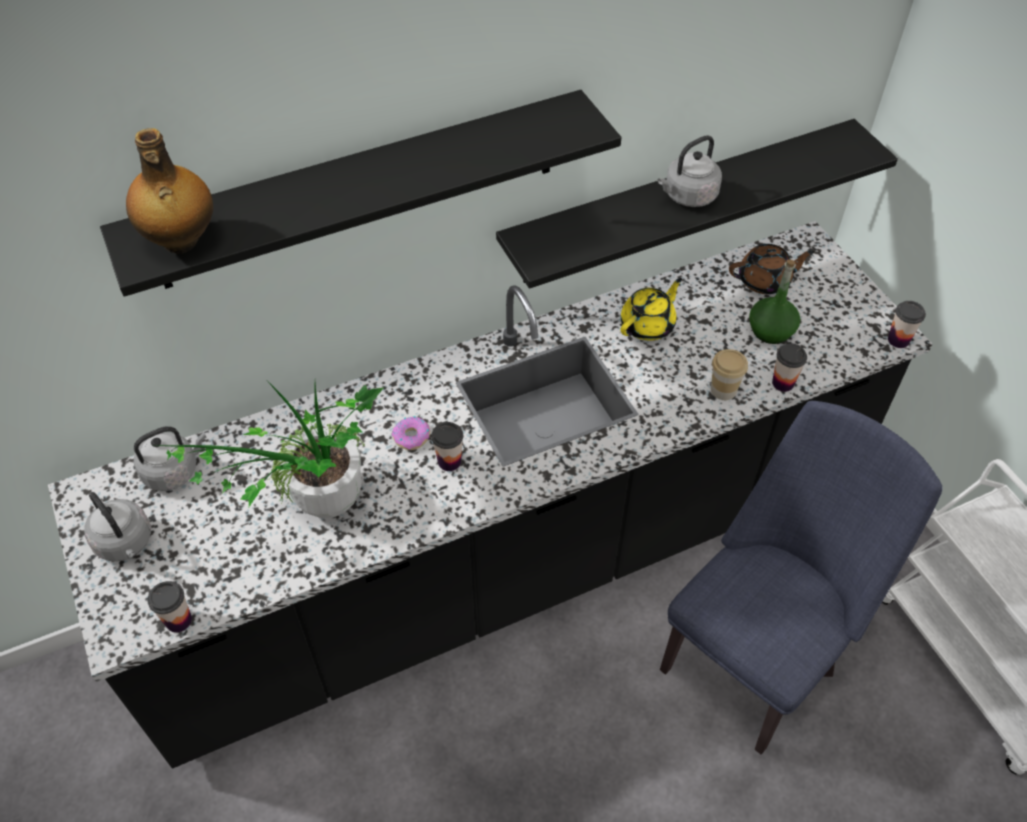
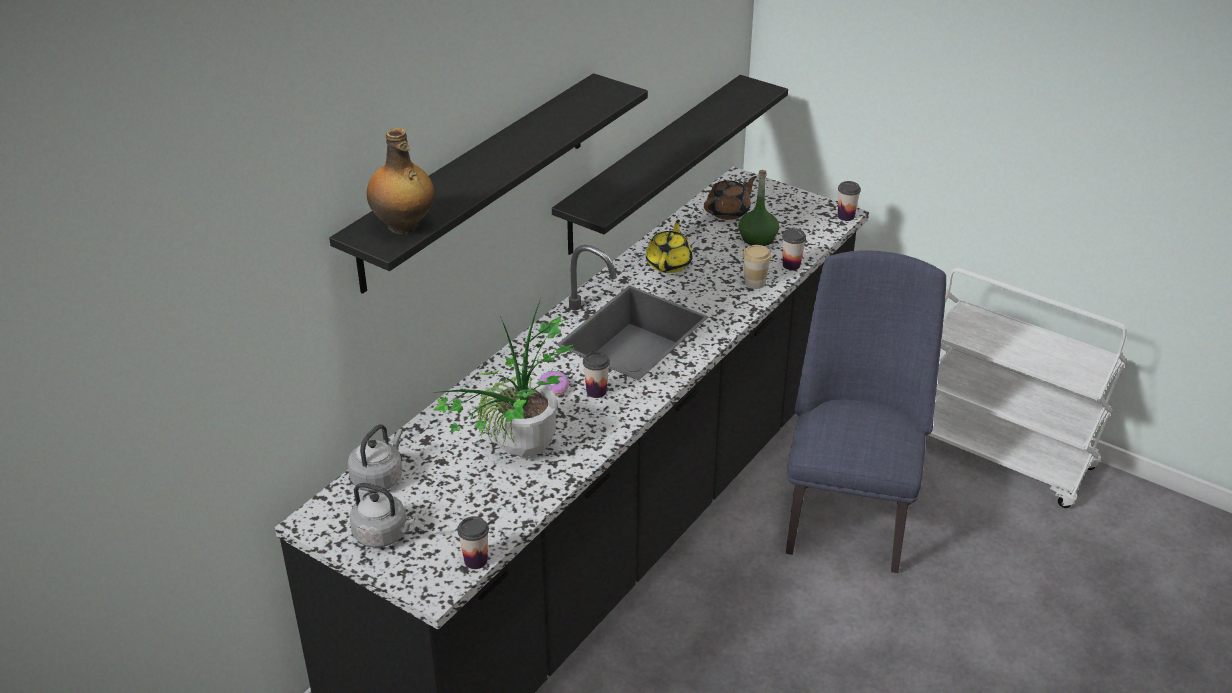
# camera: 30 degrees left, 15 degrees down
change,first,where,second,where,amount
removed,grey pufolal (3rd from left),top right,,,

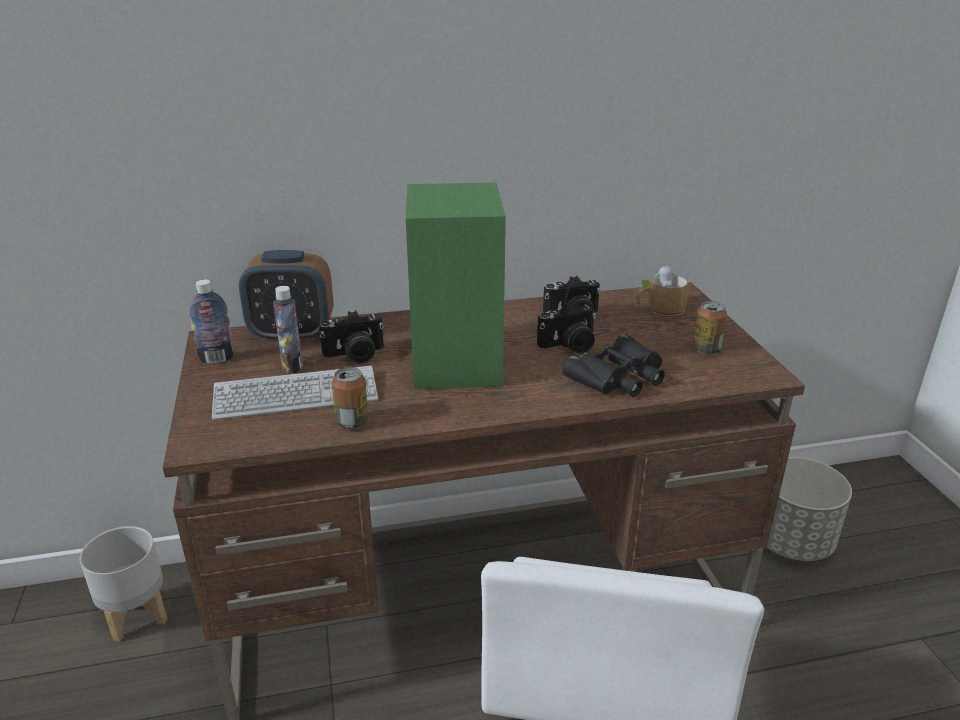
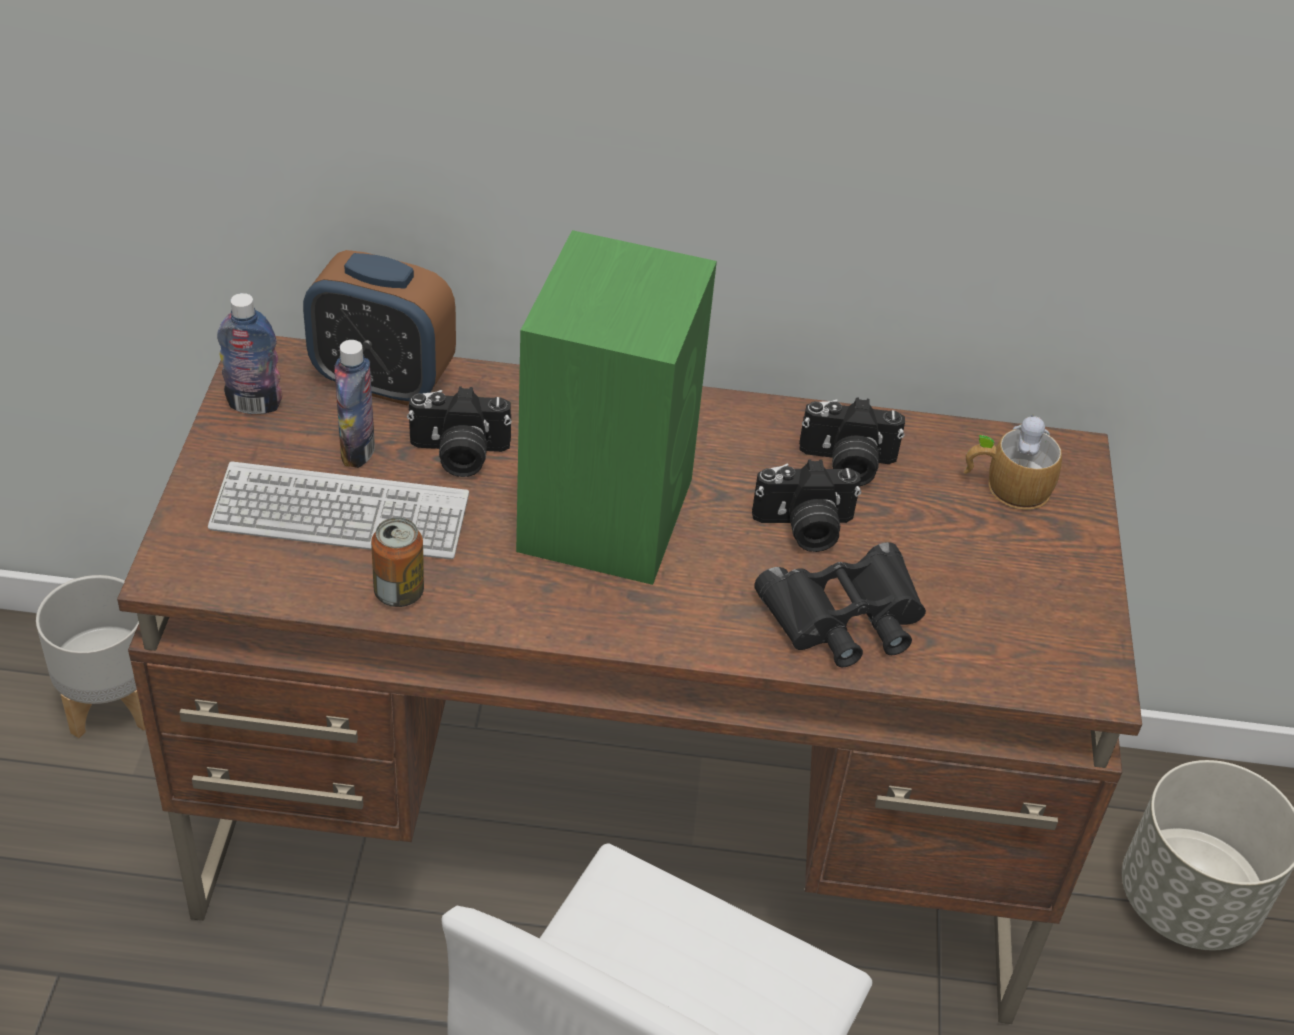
# camera: 15 degrees right, 15 degrees up
change,first,where,second,where,amount
removed,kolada (2nd from left),middle right,,,

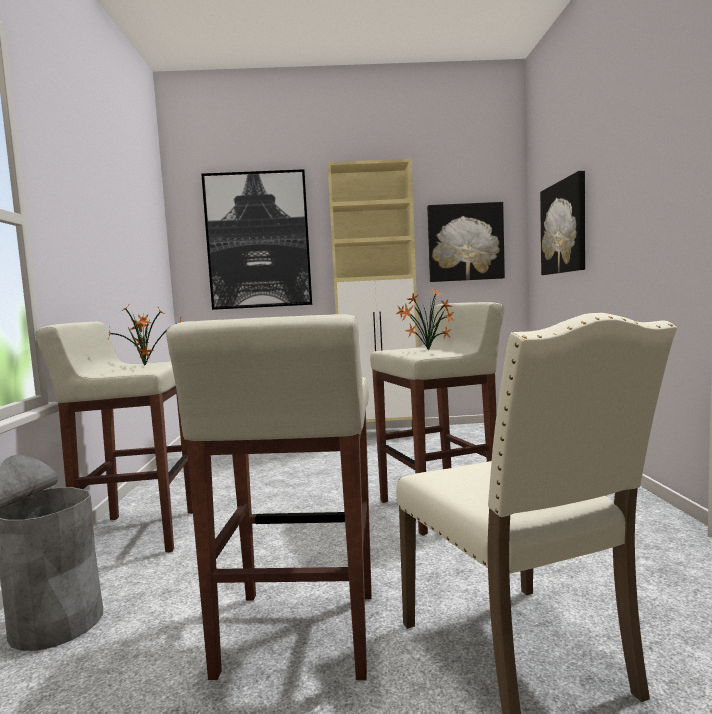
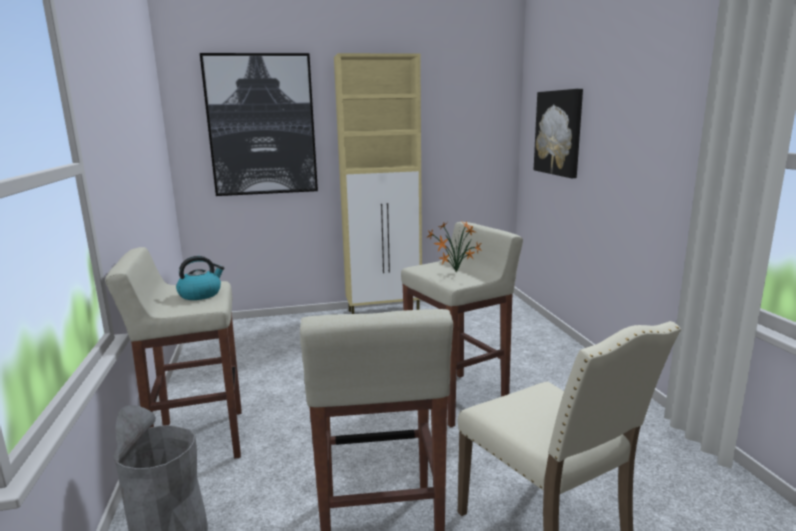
# camera: 10 degrees left, 10 degrees up
change,first,where,second,where,amount
removed,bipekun (2nd from left),centre,,,
replaced,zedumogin (1st from left),middle left,pufolal,middle left,

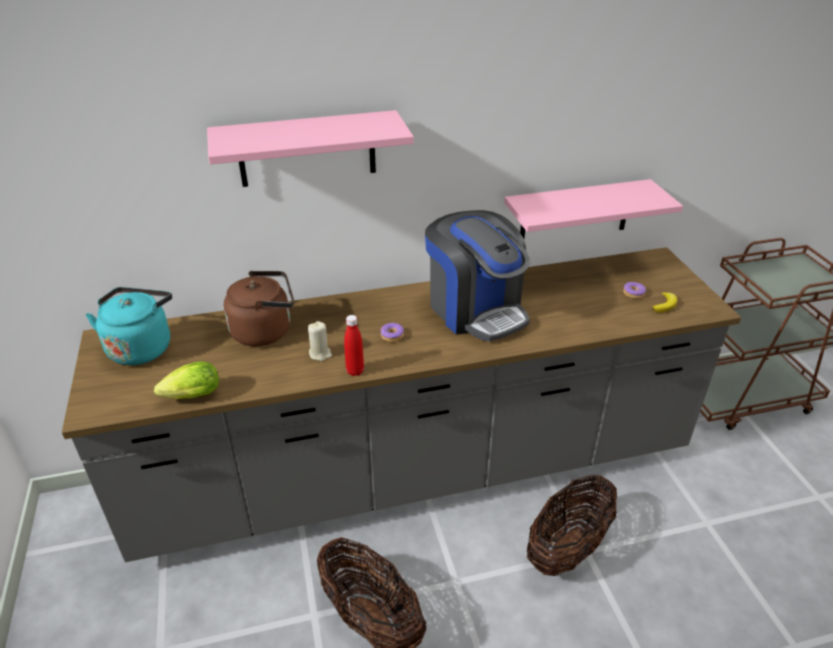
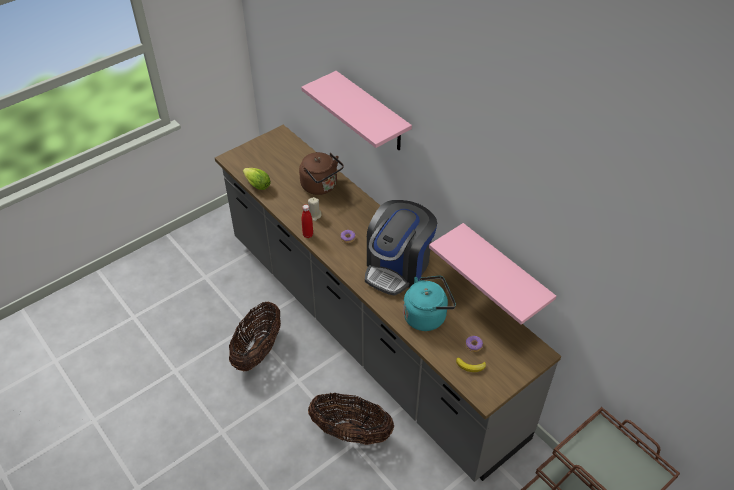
# camera: 65 degrees right, 10 degrees up
change,first,where,second,where,amount
moved,turquoise pufolal,middle left,,centre,

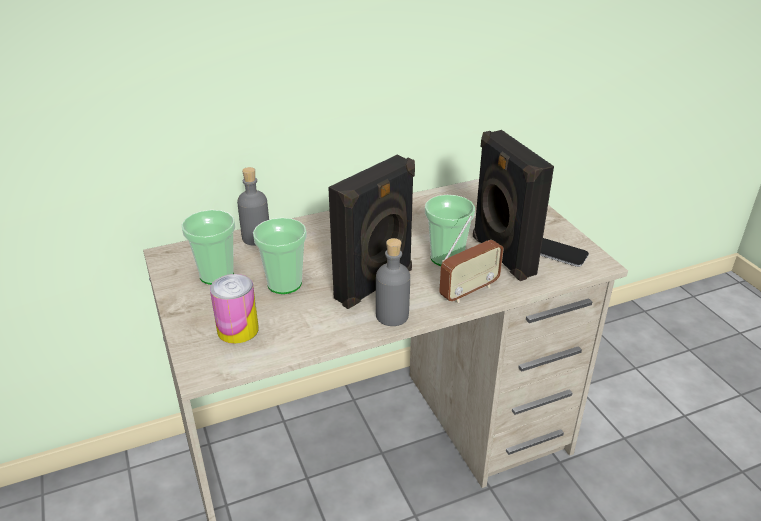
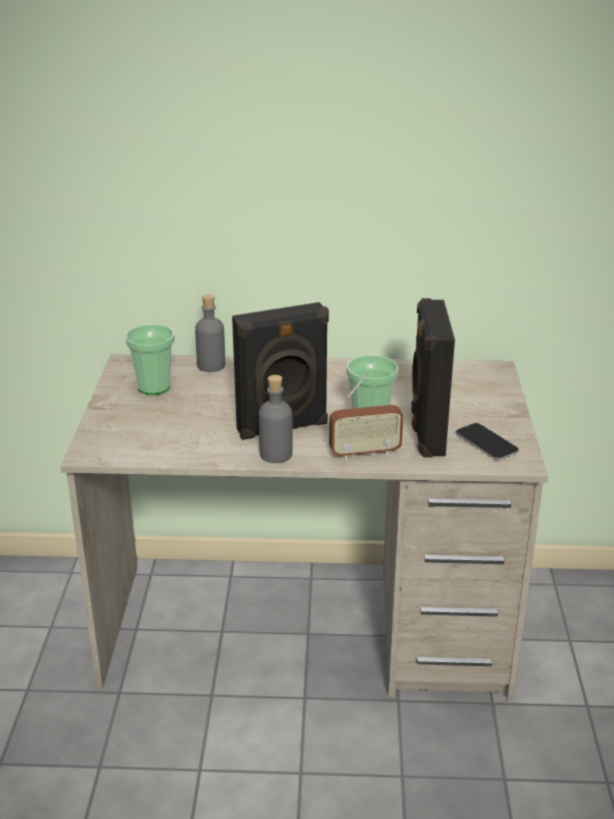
# camera: 25 degrees right, 5 degrees down
change,first,where,second,where,amount
removed,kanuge (2nd from left),centre,,,
removed,kolada,middle left,,,

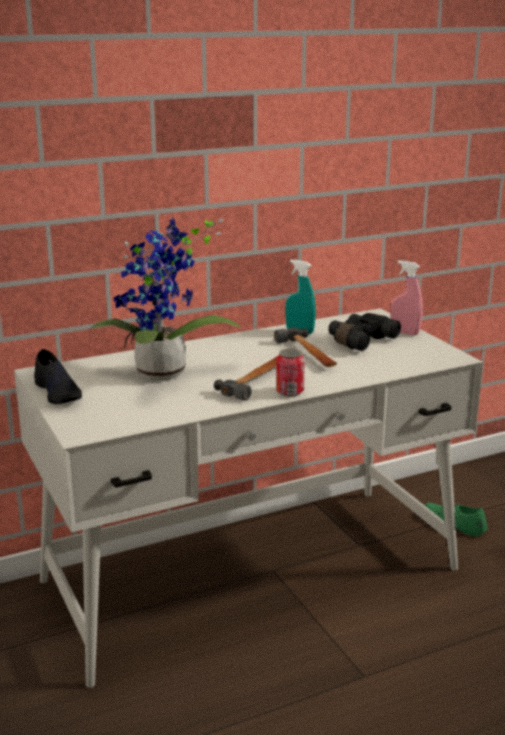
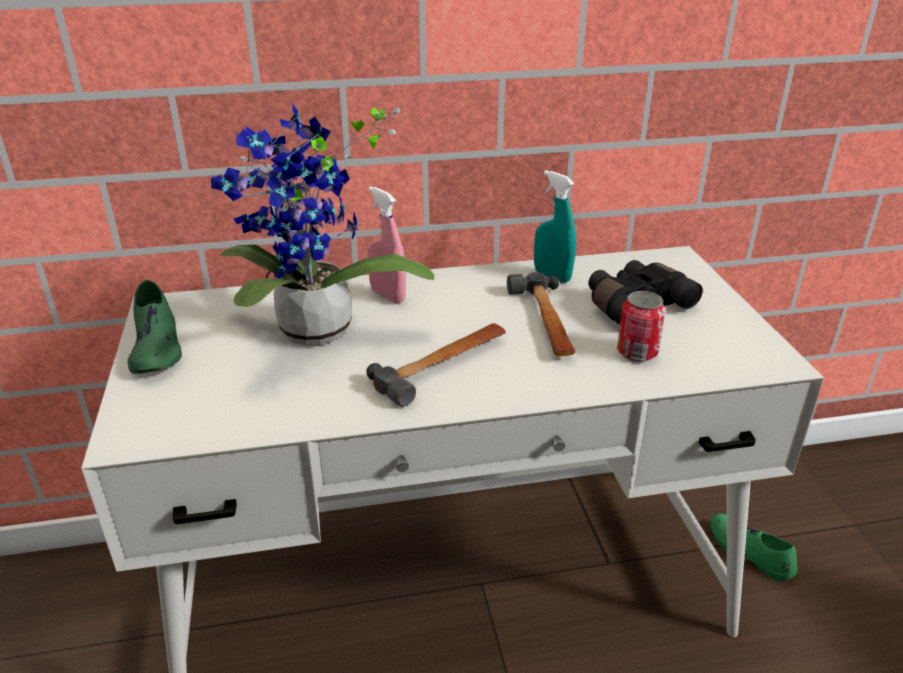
# camera: 15 degrees right, 10 degrees up
change,first,where,second,where,amount
moved,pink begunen,middle right,,centre,
moved,kolada,centre,,middle right,
recoloured,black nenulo,middle left,green nenulo (1st from left),middle left,

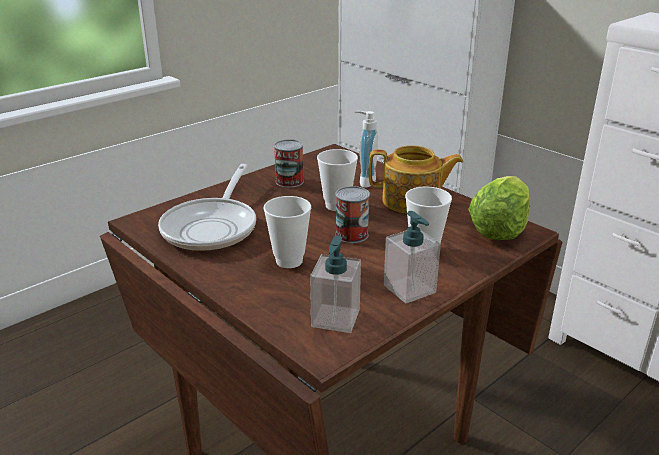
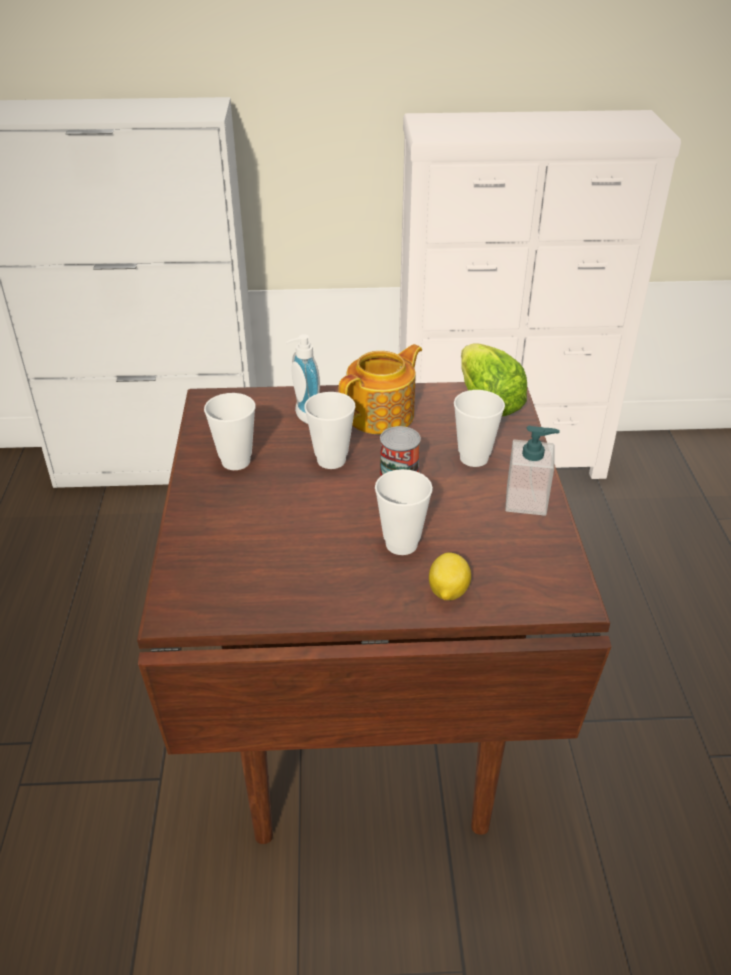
# camera: 50 degrees left, 10 degrees up
change,first,where,second,where,amount
replaced,kolada (1st from left),centre,kanuge (1st from left),middle left,
removed,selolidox,middle left,,,
removed,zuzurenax (1st from left),centre,,,
added,,,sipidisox,centre,

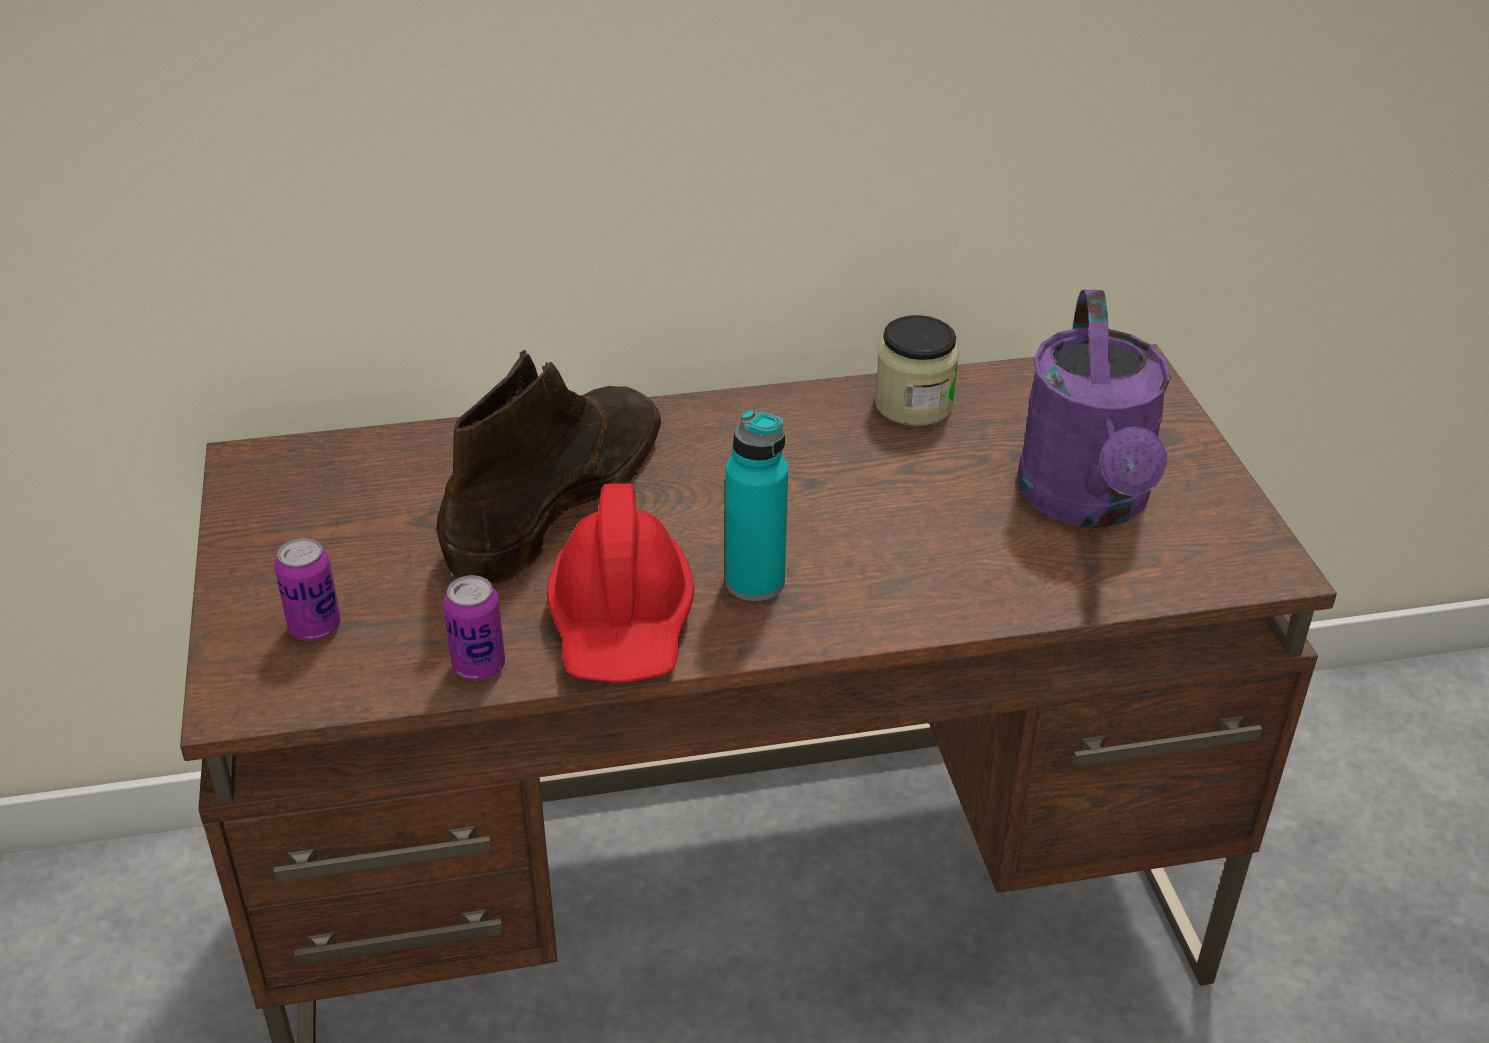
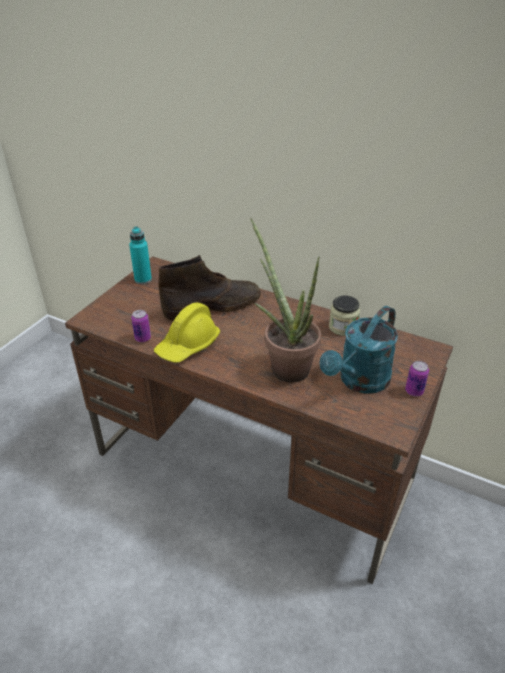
# camera: 40 degrees right, 0 degrees up
change,first,where,second,where,amount
recoloured,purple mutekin,middle right,turquoise mutekin,middle right,
moved,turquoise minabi,centre,,middle left,
recoloured,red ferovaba,centre,yellow ferovaba,centre,
moved,kolada (1st from left in the first image),middle left,kolada (2nd from left),middle right,
added,,,zedumogin,centre,

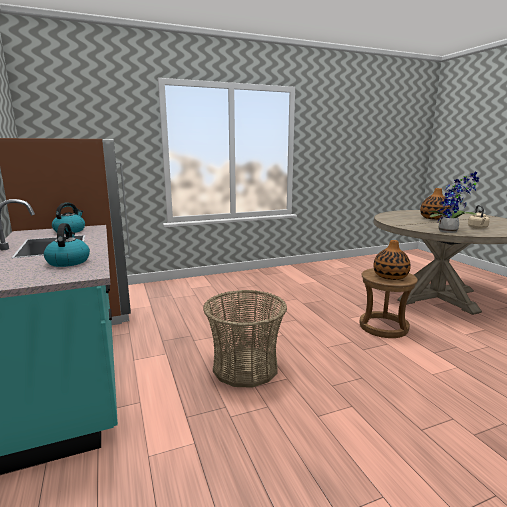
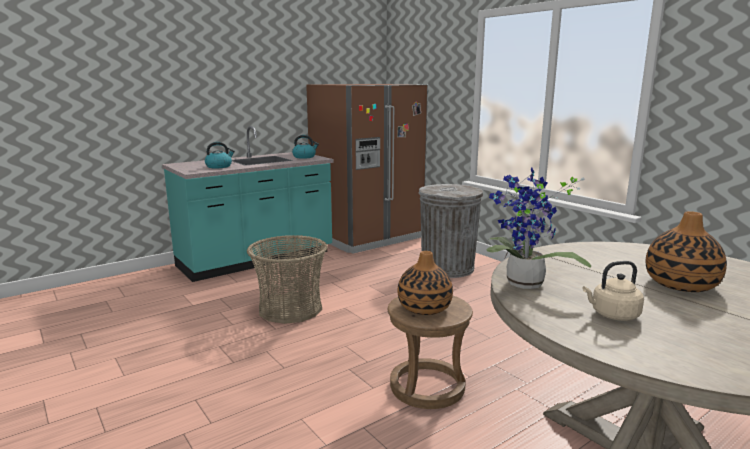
# camera: 75 degrees right, 0 degrees up
change,first,where,second,where,amount
added,,,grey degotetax,centre,

